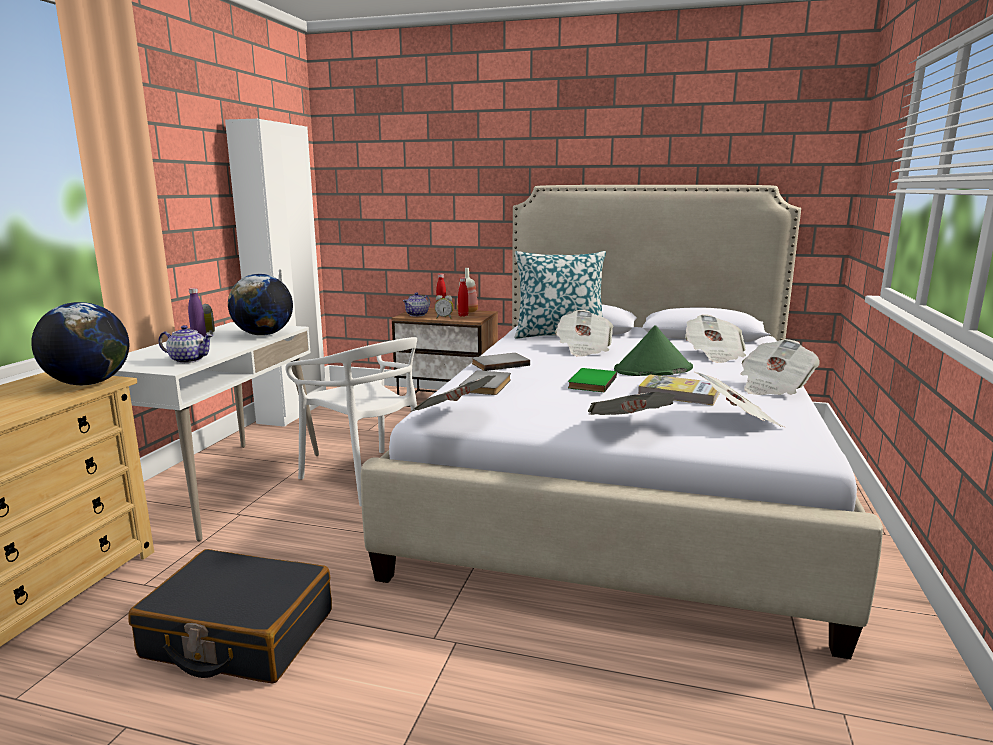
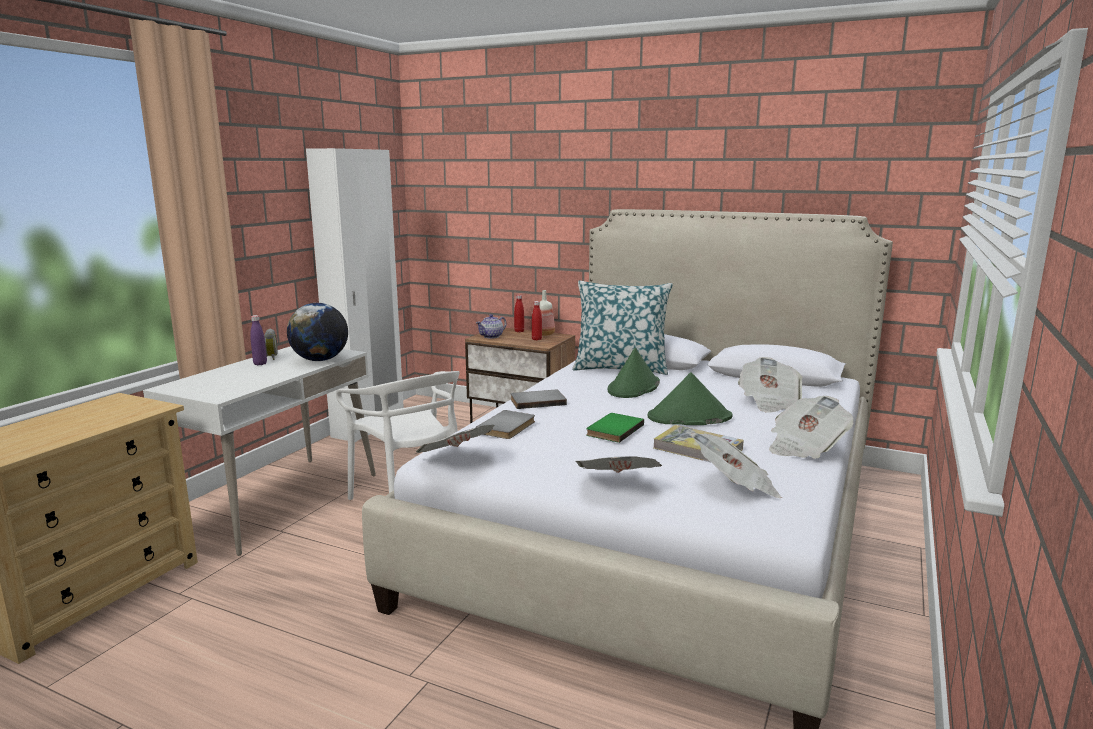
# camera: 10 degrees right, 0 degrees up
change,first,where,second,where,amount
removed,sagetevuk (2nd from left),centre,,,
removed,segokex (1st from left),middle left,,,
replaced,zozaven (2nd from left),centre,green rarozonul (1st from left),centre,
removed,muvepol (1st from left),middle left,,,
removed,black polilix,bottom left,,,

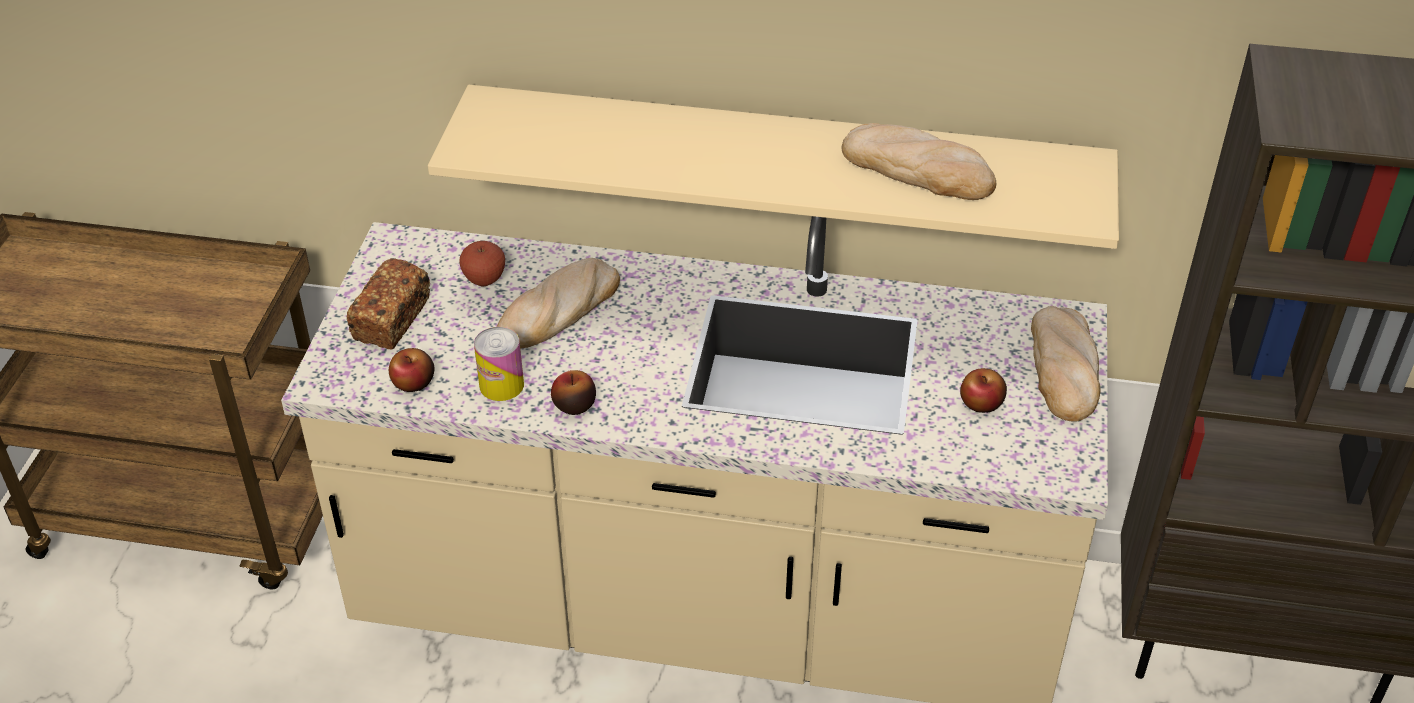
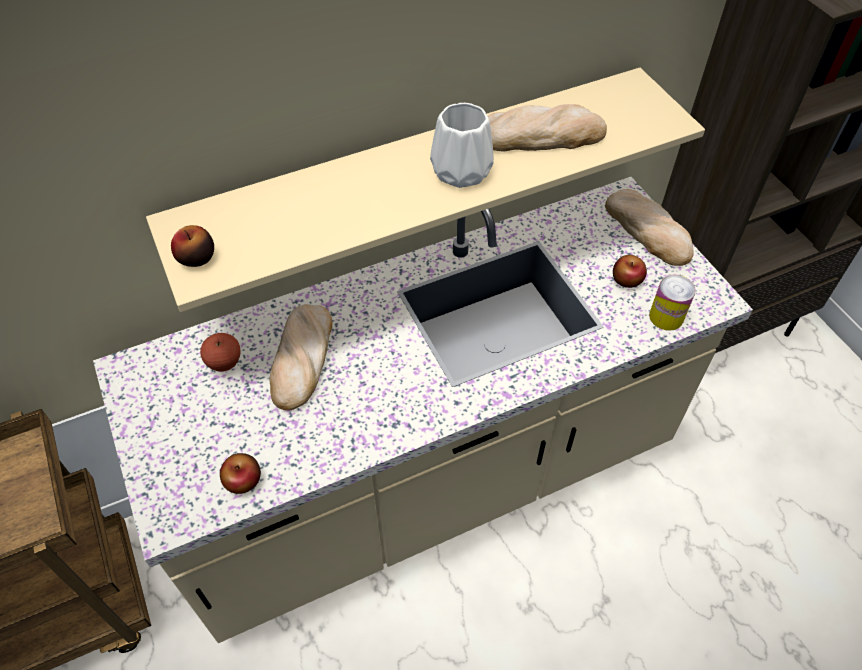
# camera: 35 degrees left, 10 degrees up
change,first,where,second,where,amount
removed,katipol (1st from left),middle left,,,
moved,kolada,centre,,middle right,
moved,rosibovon (3rd from left in the first image),centre,rosibovon (1st from left),middle left,
added,,,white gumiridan,top centre,

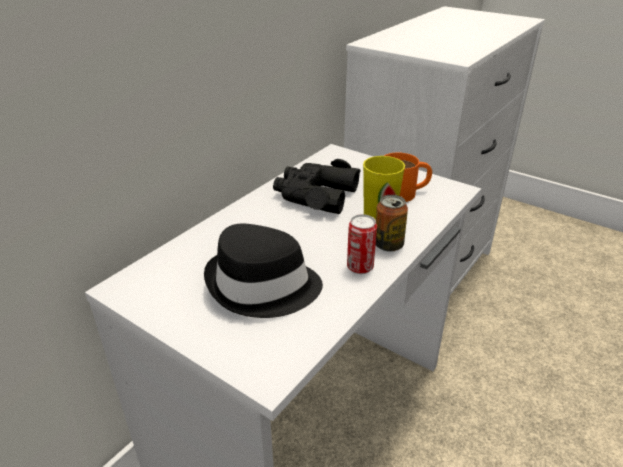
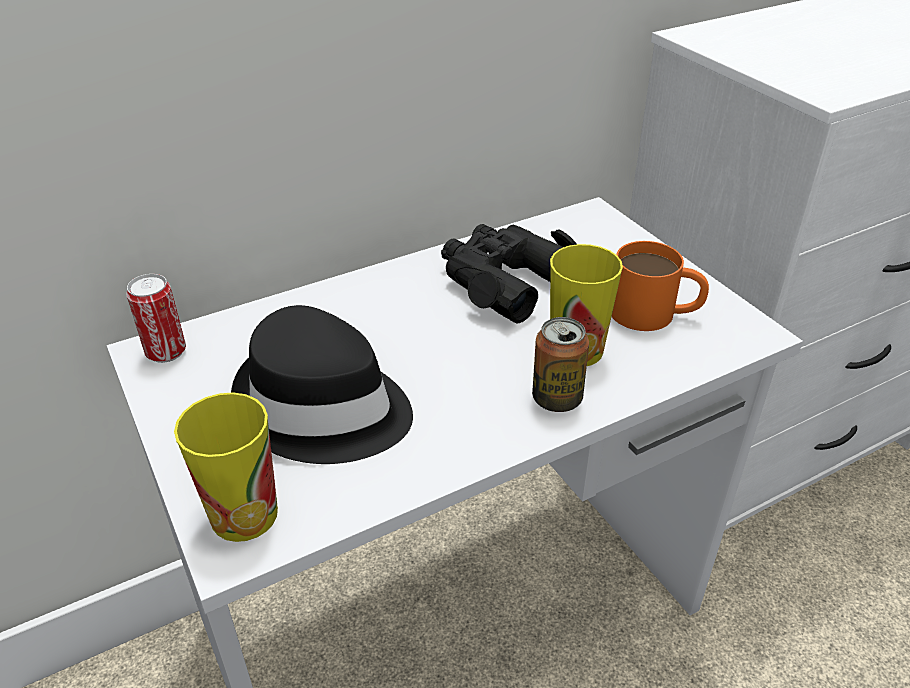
# camera: 25 degrees right, 5 degrees up
change,first,where,second,where,amount
moved,kolada (1st from left),centre,,middle left,
added,,,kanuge (1st from left),bottom left,

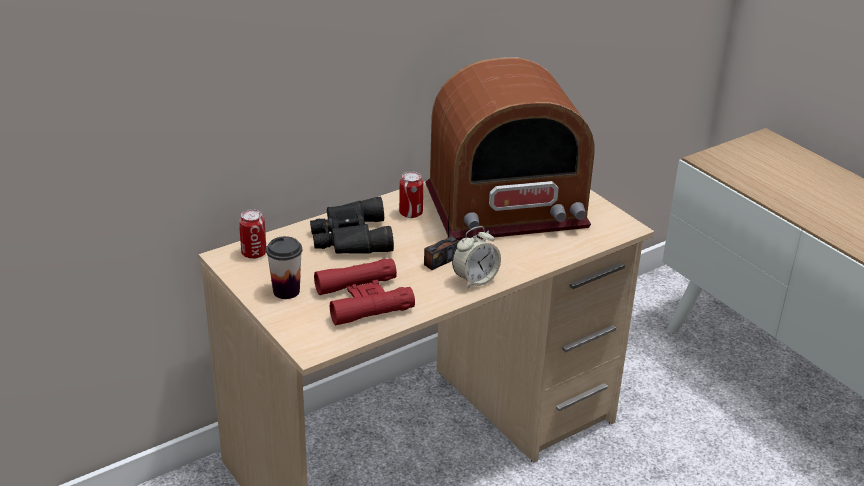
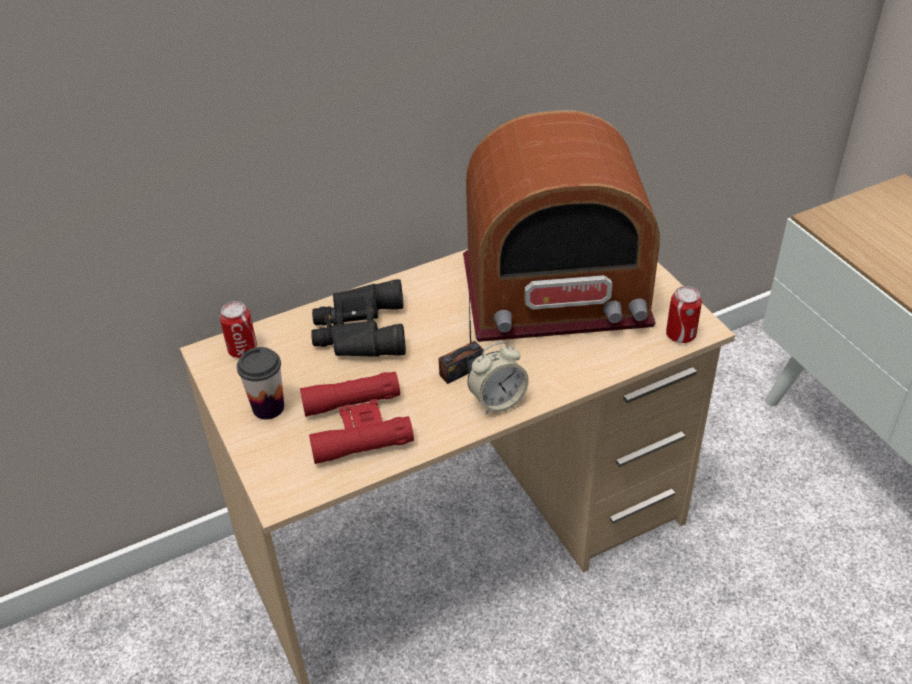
# camera: 10 degrees right, 10 degrees up
change,first,where,second,where,amount
moved,kolada (2nd from left),centre,,middle right,

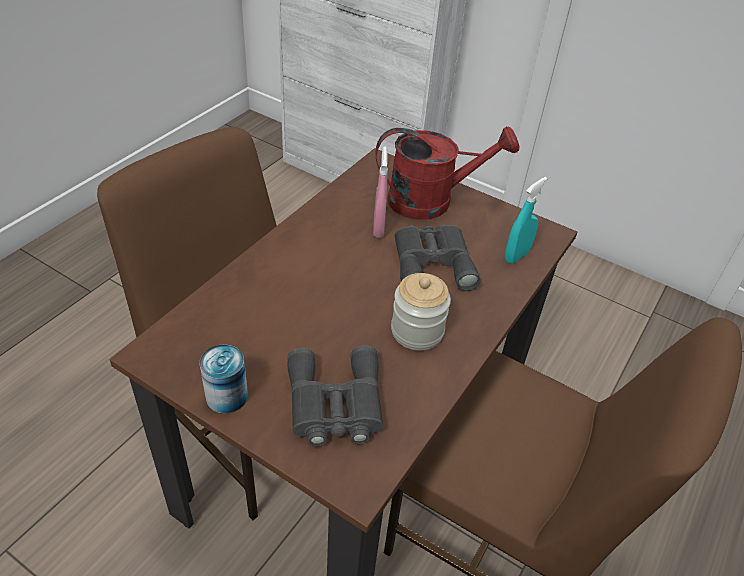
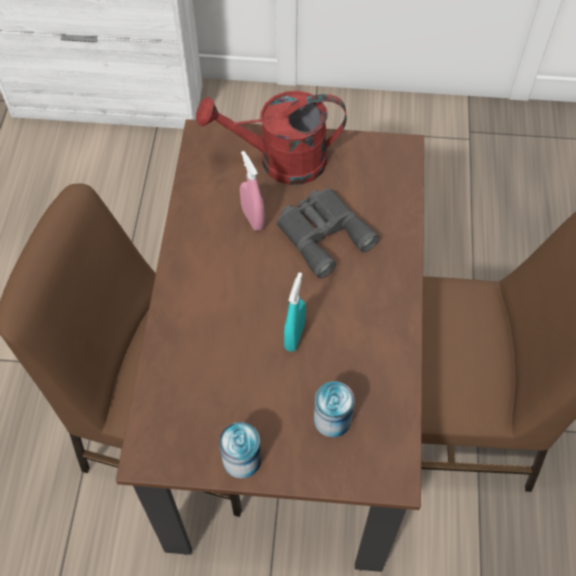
# camera: 25 degrees left, 15 degrees up
change,first,where,second,where,amount
turned,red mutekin,top centre,,top centre,150 degrees counterclockwise
moved,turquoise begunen,middle right,,centre,
removed,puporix,centre,,,
replaced,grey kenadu (1st from left),bottom centre,kolada (2nd from left),bottom centre,

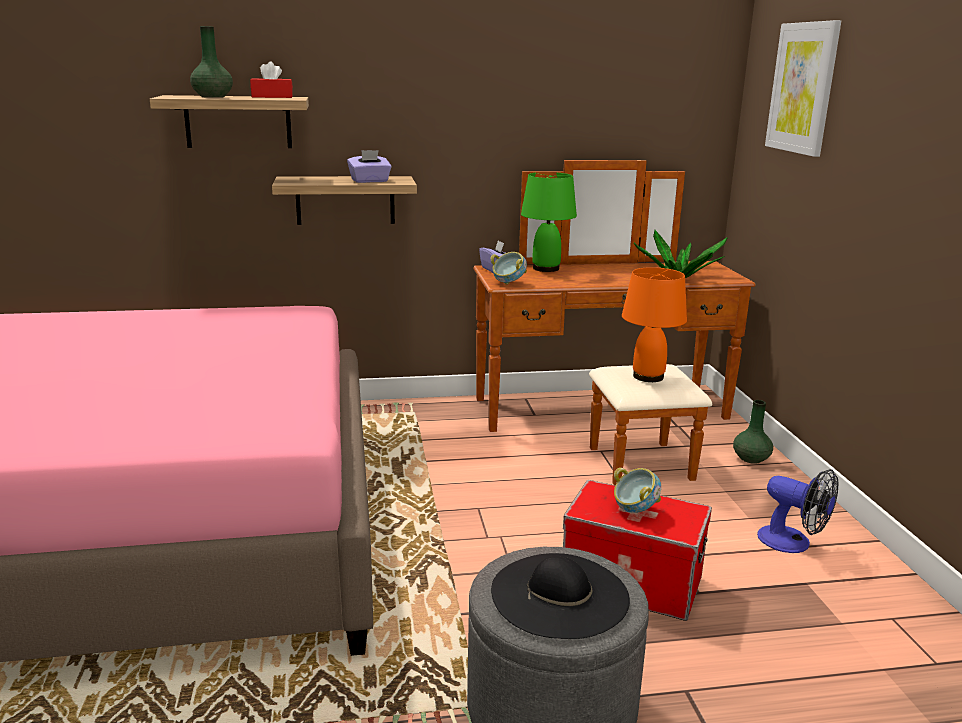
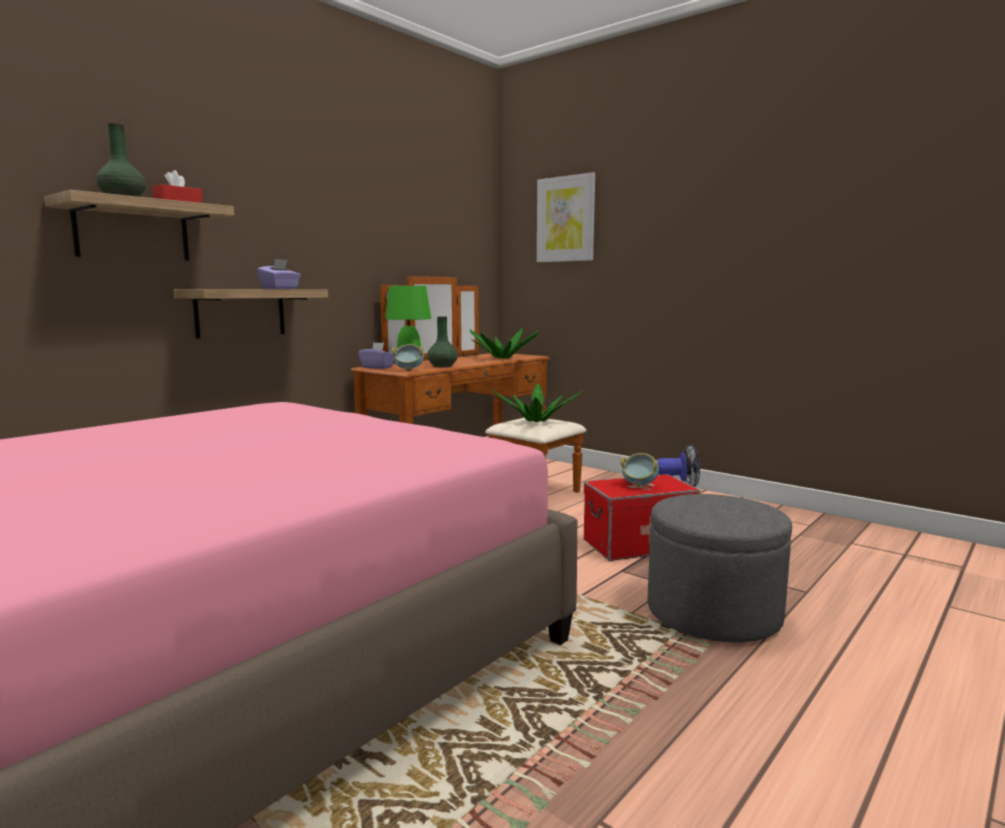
# camera: 40 degrees left, 10 degrees down
change,first,where,second,where,amount
replaced,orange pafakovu,middle right,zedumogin (2nd from left),centre,
moved,green gumiridan (2nd from left),middle right,,centre,
removed,black rarozonul,bottom centre,,,

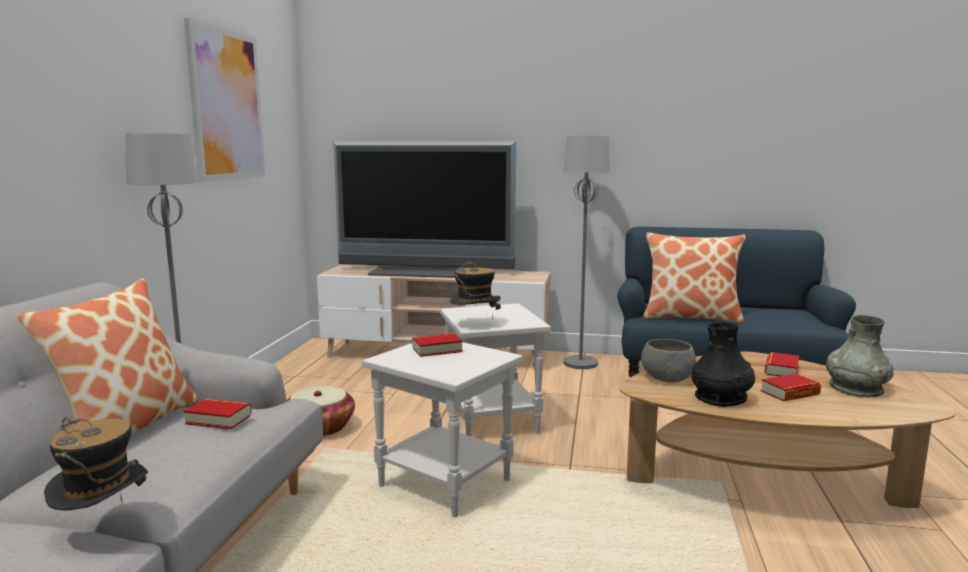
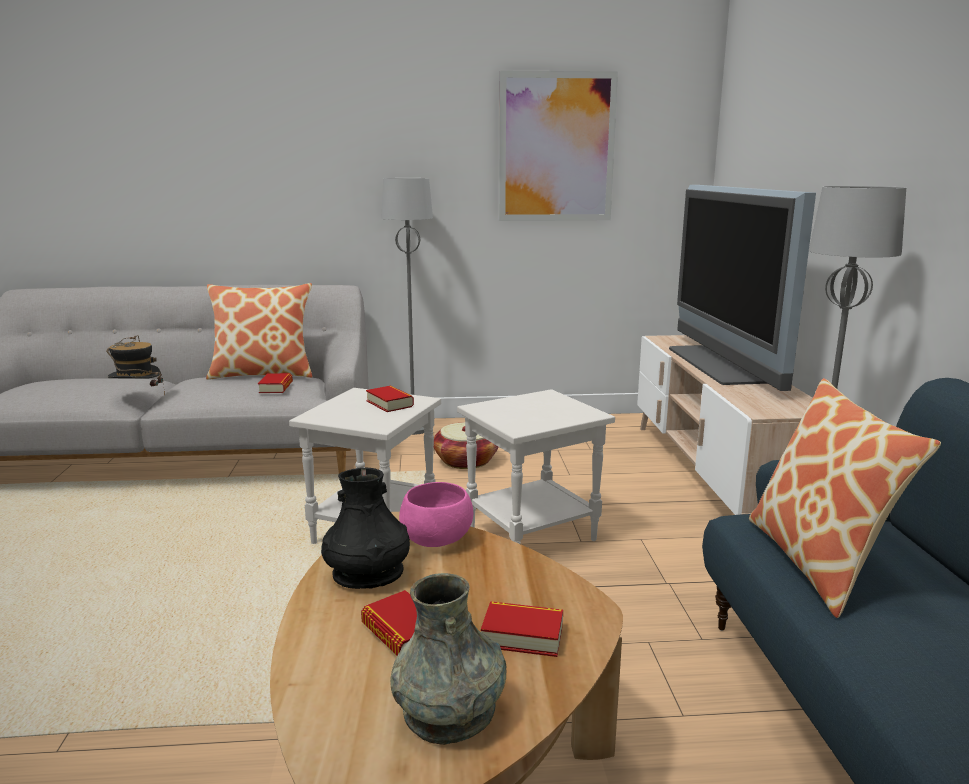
# camera: 75 degrees right, 5 degrees up
change,first,where,second,where,amount
removed,rarozonul (2nd from left),centre,,,
recoloured,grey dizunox,middle right,pink dizunox,centre,

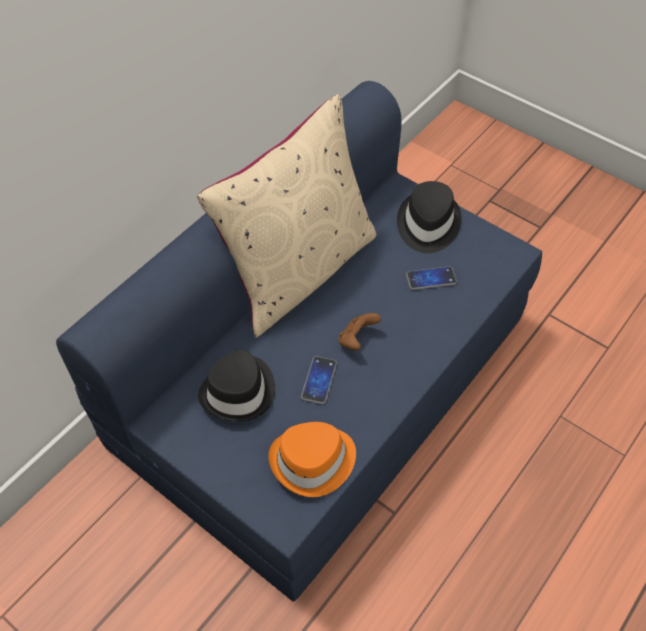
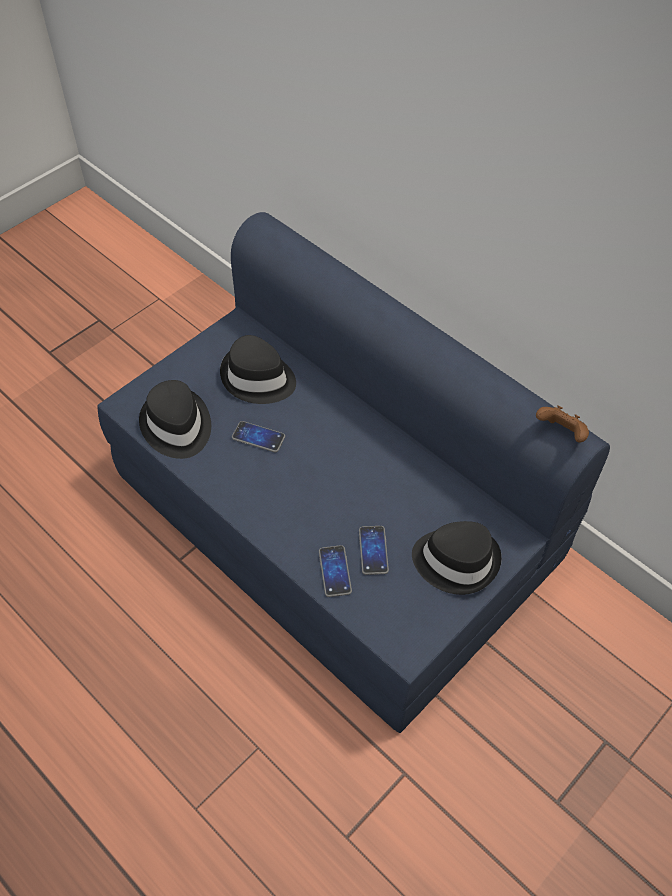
# camera: 95 degrees right, 0 degrees up
change,first,where,second,where,amount
removed,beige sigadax,centre,,,
moved,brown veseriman,centre,,middle right,
recoloured,orange rarozonul,bottom centre,black rarozonul (1st from left),middle left,
added,,,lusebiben (2nd from left),centre,

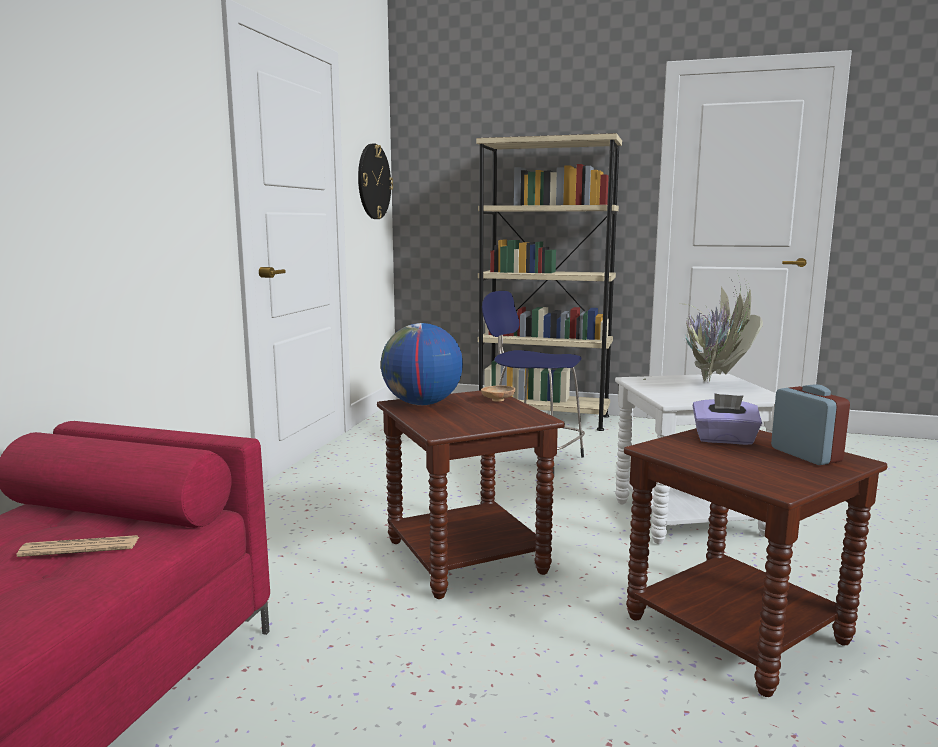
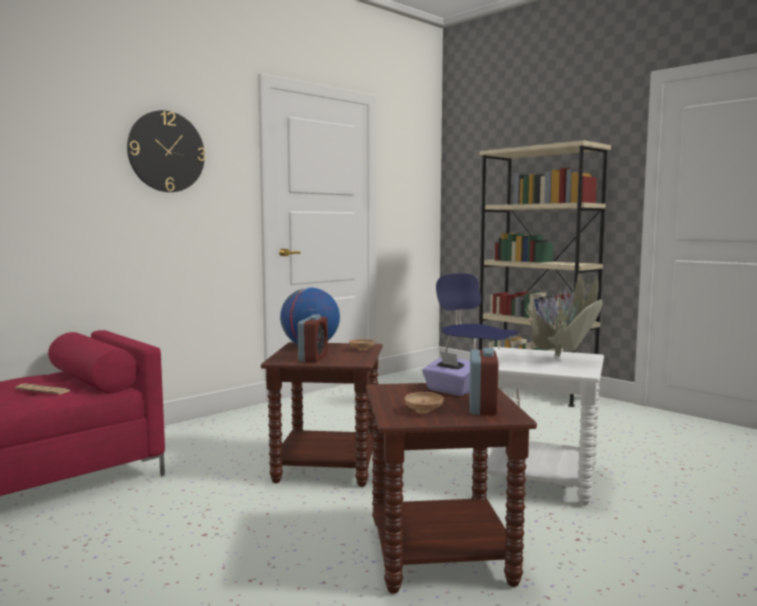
# camera: 30 degrees right, 5 degrees down
change,first,where,second,where,amount
moved,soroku,top centre,,top left,
added,,,sagetevuk (1st from left),centre,
added,,,brown dizunox (2nd from left),centre,

